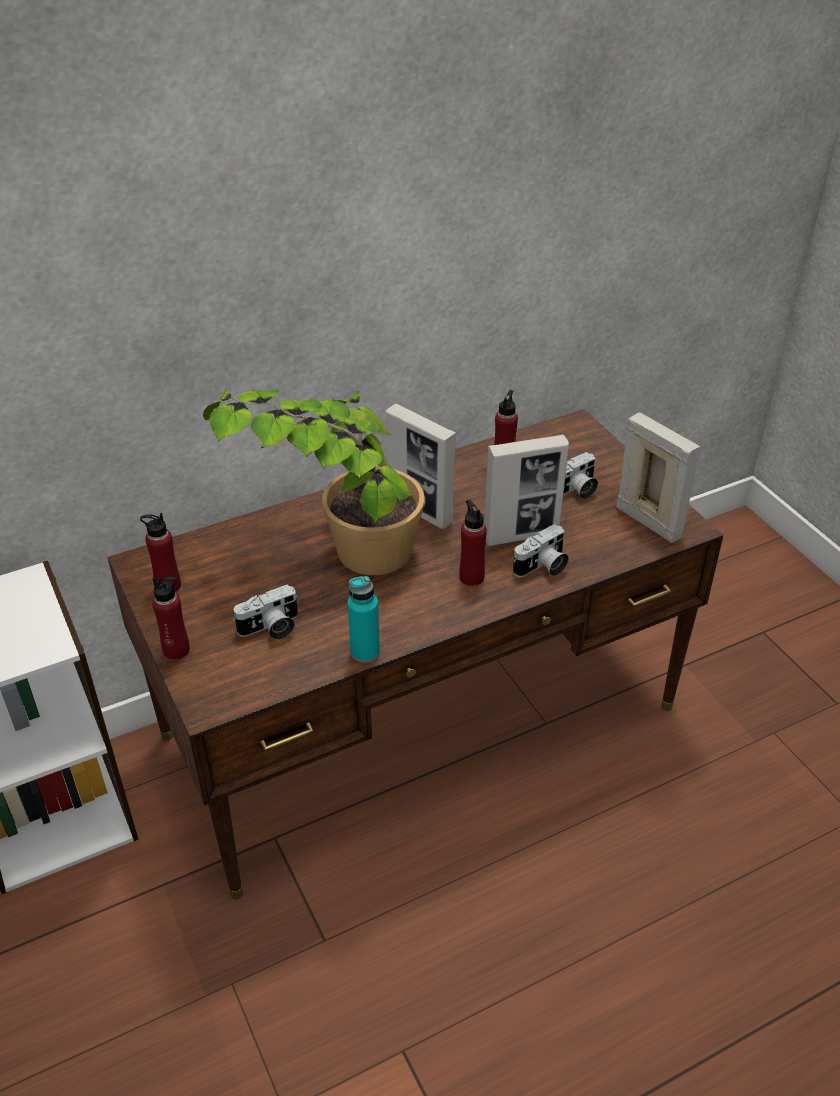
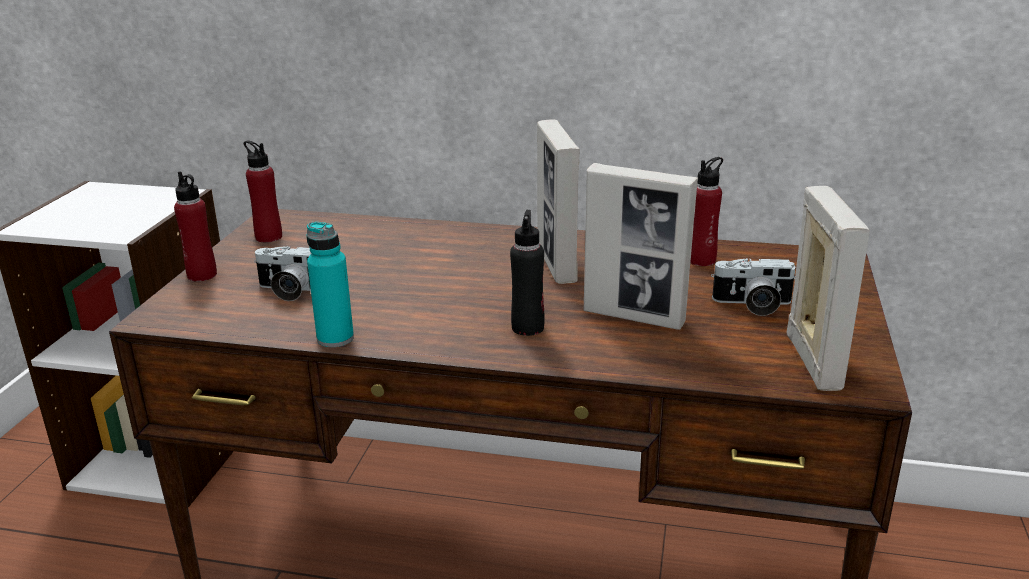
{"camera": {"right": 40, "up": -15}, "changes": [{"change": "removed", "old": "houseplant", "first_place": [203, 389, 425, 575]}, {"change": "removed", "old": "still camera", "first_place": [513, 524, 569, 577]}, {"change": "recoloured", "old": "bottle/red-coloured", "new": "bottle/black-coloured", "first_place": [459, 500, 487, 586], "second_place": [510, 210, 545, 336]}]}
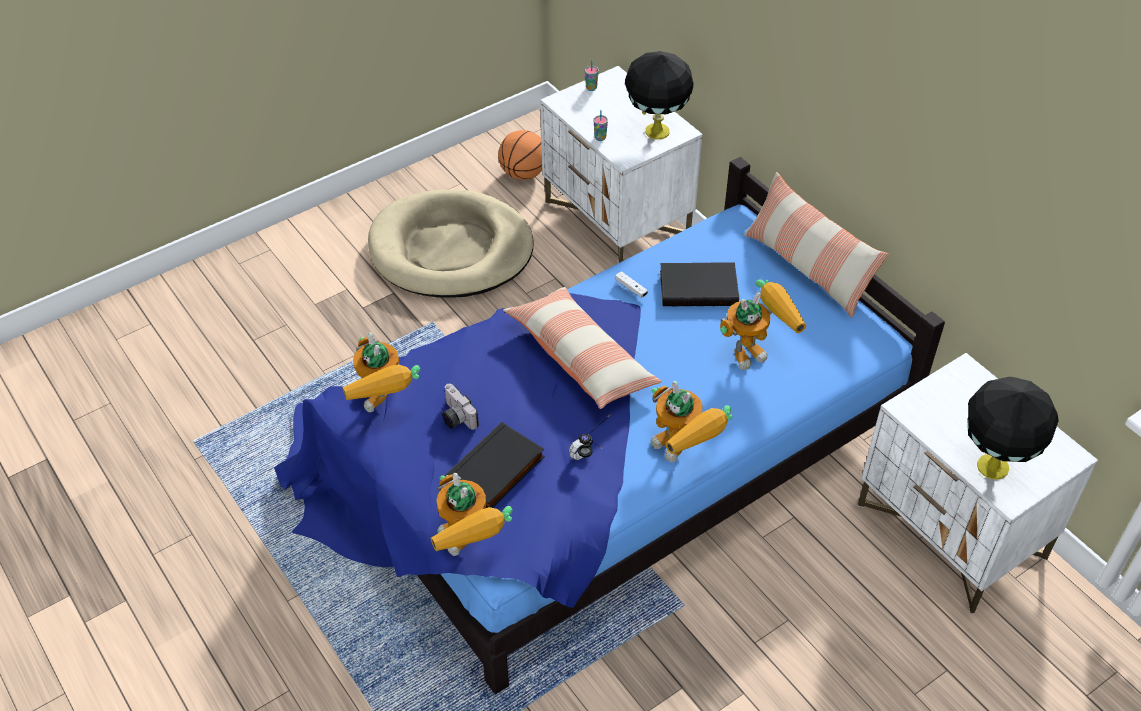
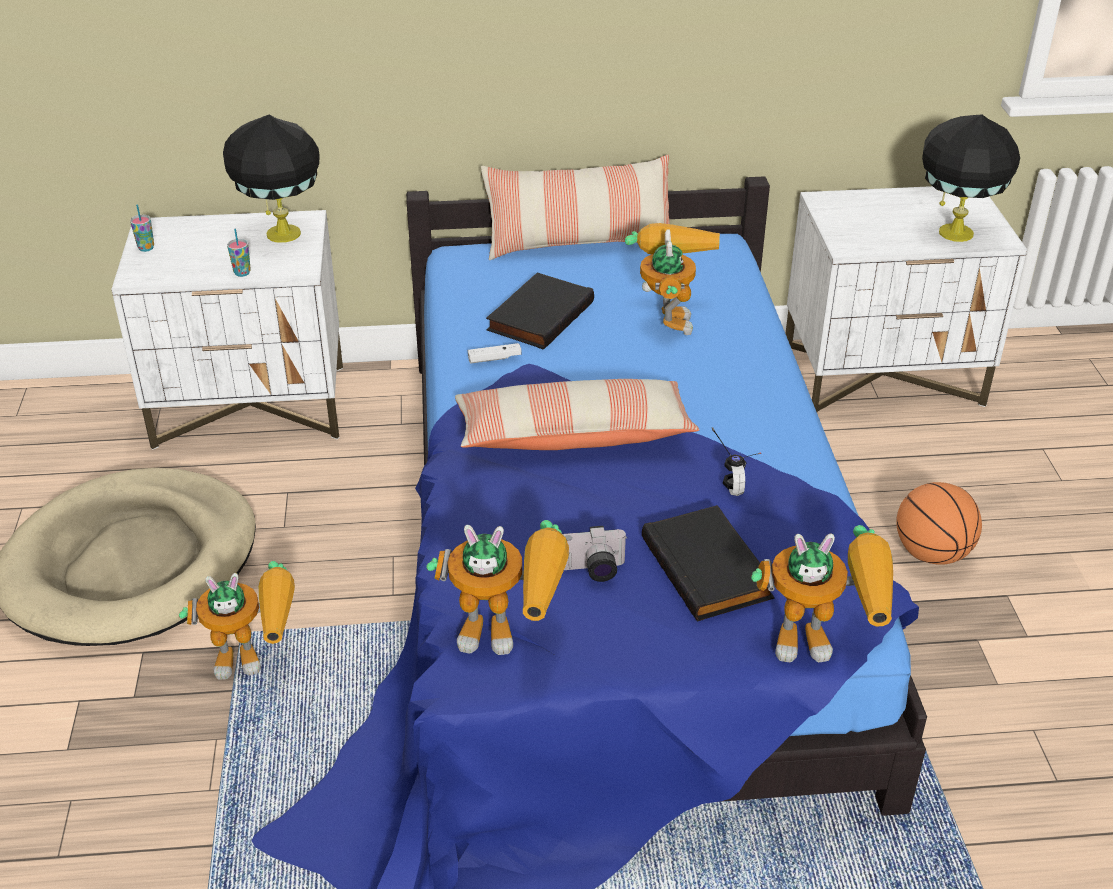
{"camera": {"right": -60, "up": -10}, "changes": [{"change": "moved", "old": "ball for basketball", "first_place": [498, 130, 542, 180], "second_place": [896, 482, 982, 565]}, {"change": "moved", "old": "robot figure", "first_place": [651, 381, 733, 462], "second_place": [179, 561, 295, 680]}]}
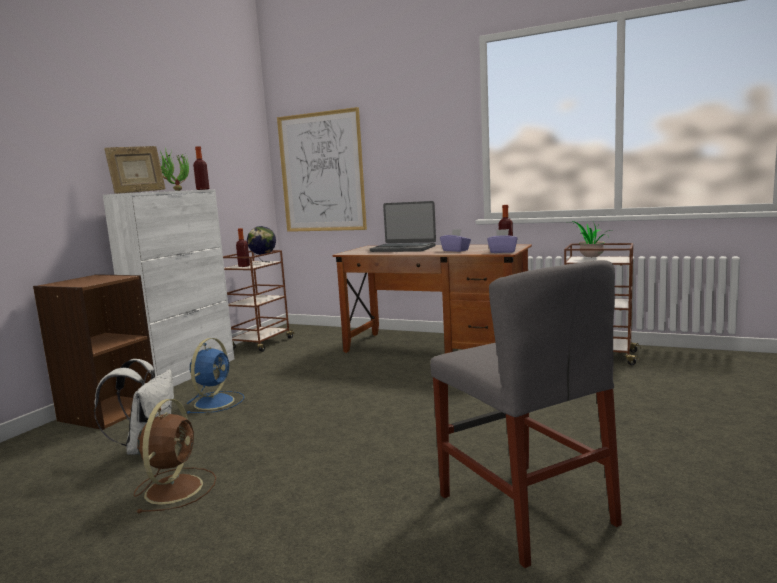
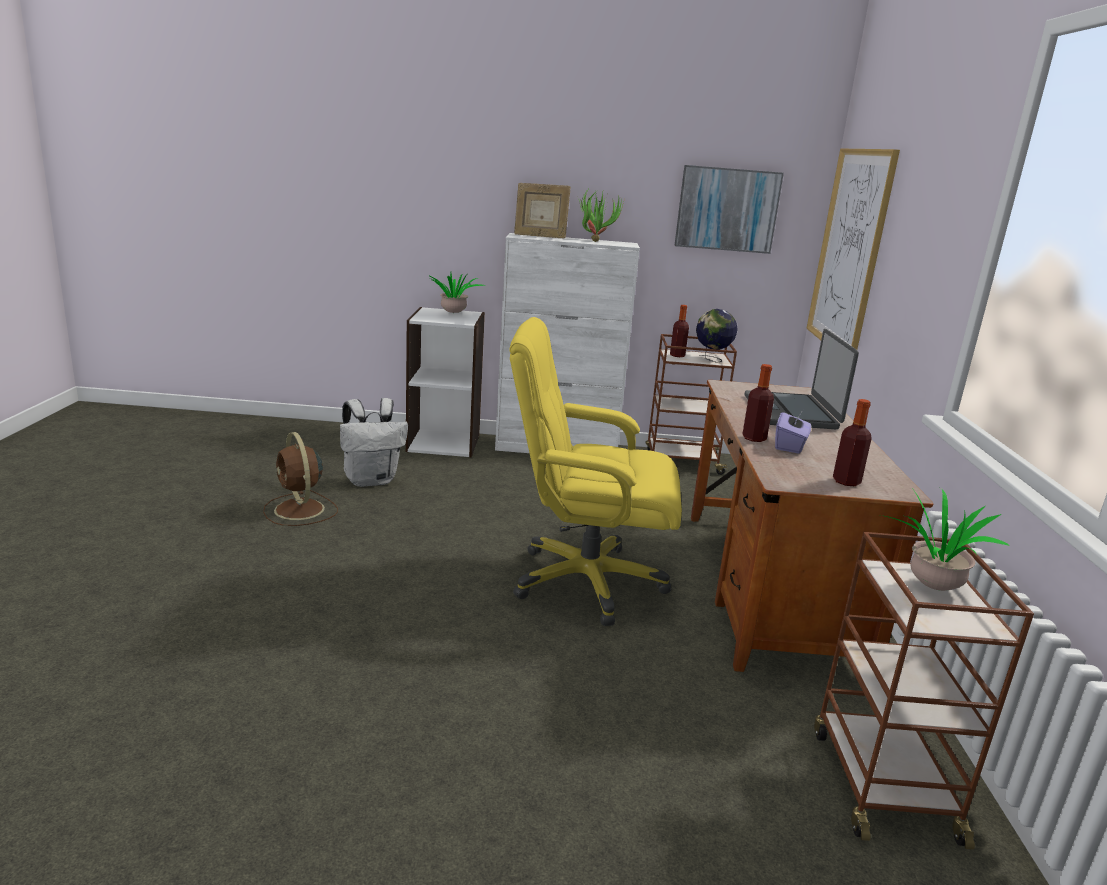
{"camera": {"right": 65, "up": 10}, "changes": [{"change": "removed", "old": "cooling fan/bluish", "first_place": [186, 338, 244, 414]}, {"change": "removed", "old": "plain chair/gray", "first_place": [430, 260, 622, 568]}, {"change": "removed", "old": "tissue holder/purple", "first_place": [487, 229, 517, 253]}, {"change": "added", "new": "houseplant", "second_place": [428, 273, 484, 314]}, {"change": "added", "new": "office chair/yellow-coloured", "second_place": [509, 317, 682, 626]}, {"change": "added", "new": "wall art", "second_place": [674, 165, 784, 254]}, {"change": "moved", "old": "bottle", "first_place": [193, 146, 209, 190], "second_place": [742, 364, 774, 442]}, {"change": "recoloured", "old": "bookshelf/brownish", "new": "bookshelf/white", "first_place": [33, 274, 154, 430], "second_place": [406, 307, 485, 457]}, {"change": "turned", "old": "cooling fan/brownish", "first_place": [134, 399, 216, 513], "second_place": [263, 432, 338, 526], "degrees": 75}]}
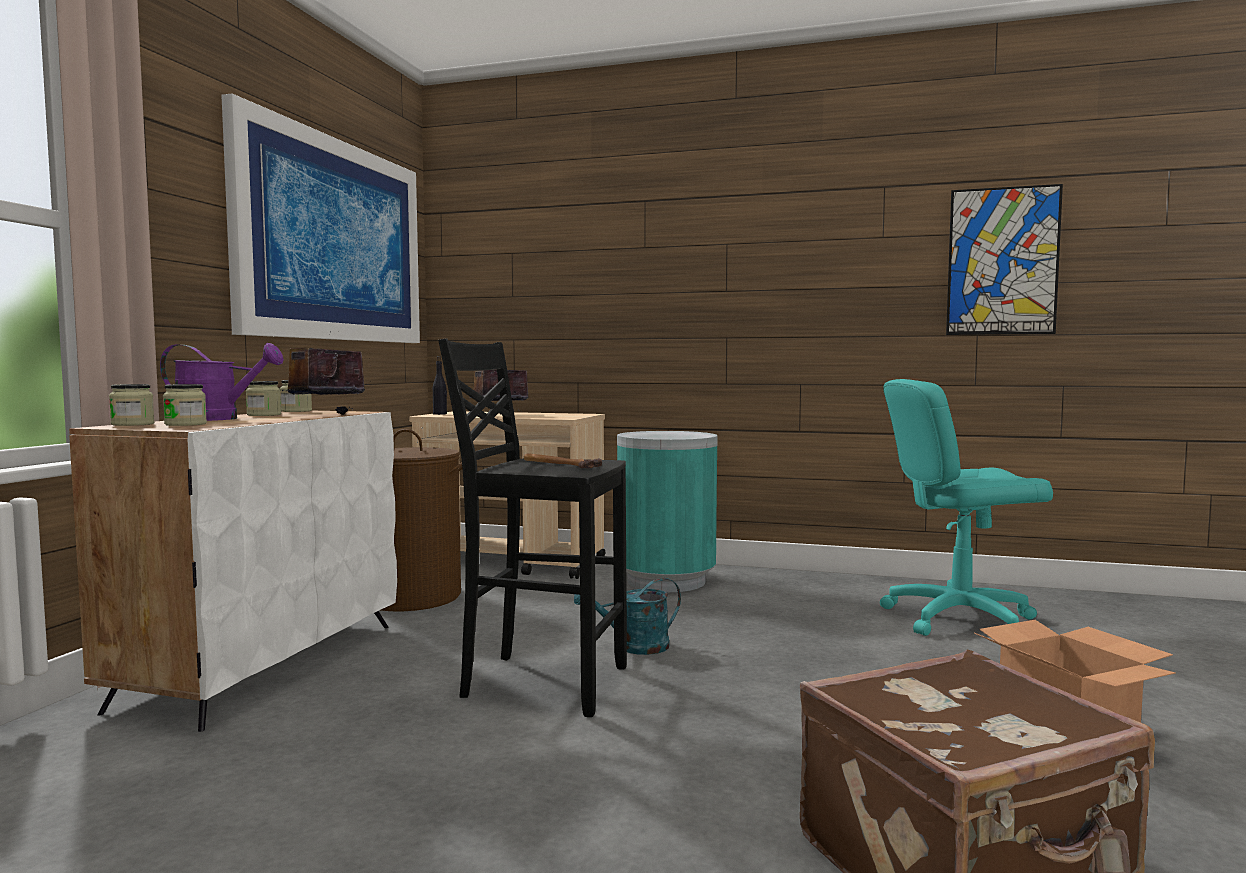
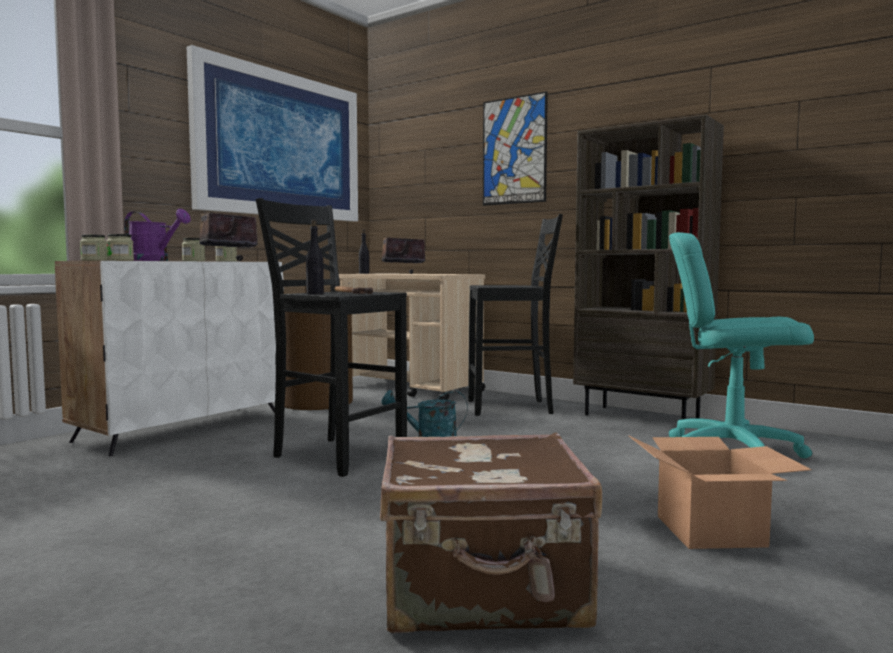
{"camera": {"right": 20, "up": 0}, "changes": [{"change": "added", "new": "bottle/black-coloured", "second_place": [306, 220, 324, 295]}, {"change": "added", "new": "bookshelf/brownish", "second_place": [573, 115, 724, 429]}, {"change": "moved", "old": "wall art", "first_place": [946, 184, 1063, 335], "second_place": [483, 91, 548, 206]}, {"change": "replaced", "old": "rubbish bin/blue-green", "new": "stool seat/black-coloured", "first_place": [617, 431, 718, 592], "second_place": [468, 214, 563, 416]}]}
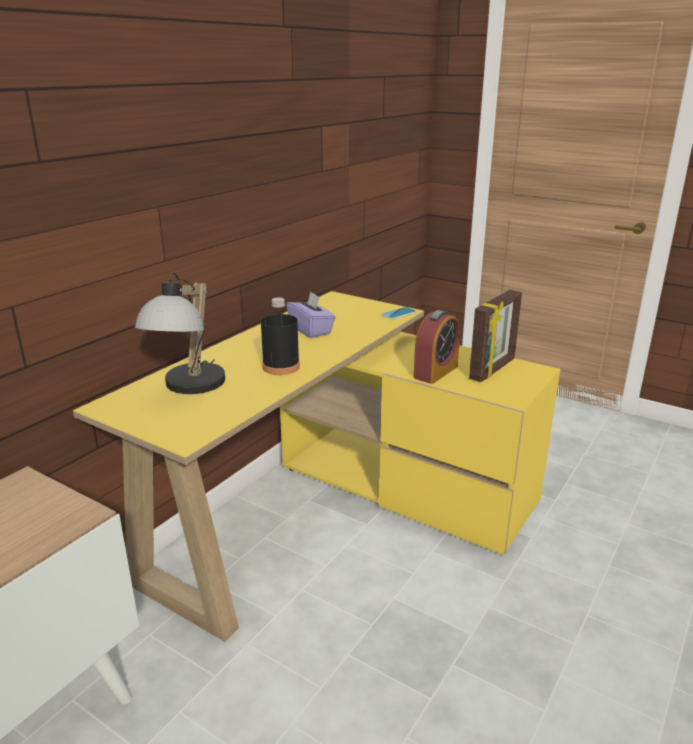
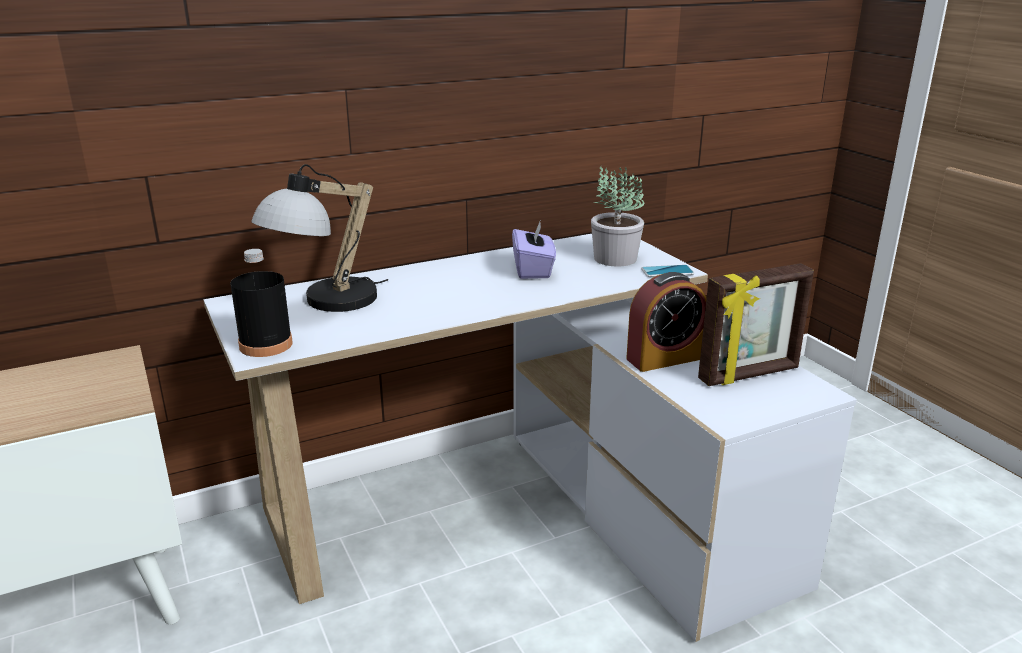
{"camera": {"right": 30, "up": 0}, "changes": [{"change": "added", "new": "houseplant", "second_place": [591, 166, 645, 267]}, {"change": "moved", "old": "bottle/black-coloured", "first_place": [261, 298, 300, 375], "second_place": [230, 249, 293, 357]}, {"change": "recoloured", "old": "desk unit/yellow-coloured", "new": "desk unit/white", "first_place": [73, 291, 561, 642], "second_place": [204, 234, 857, 642]}]}
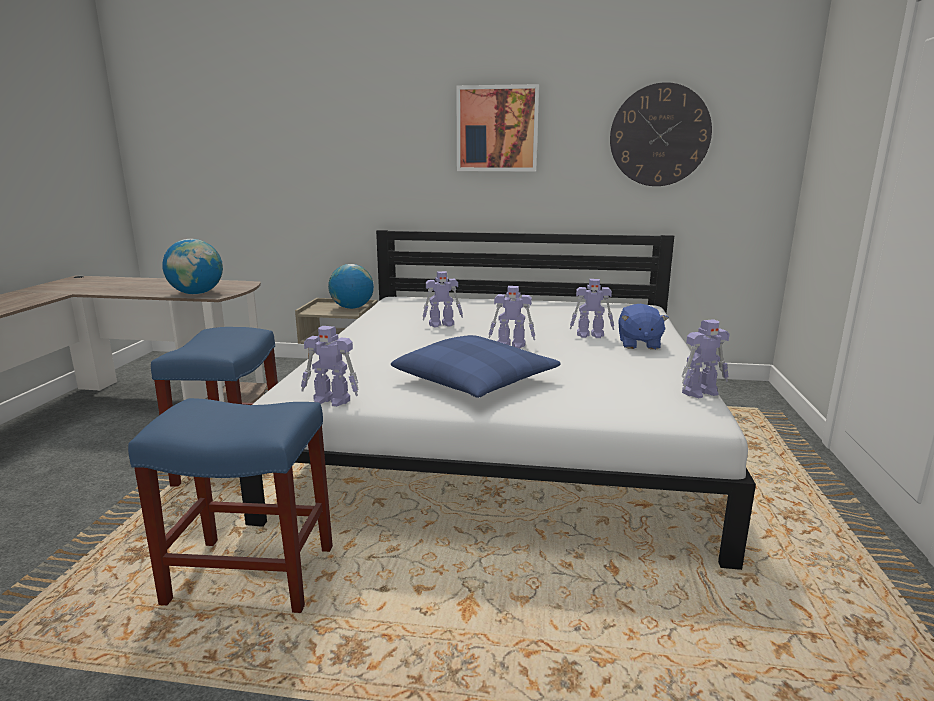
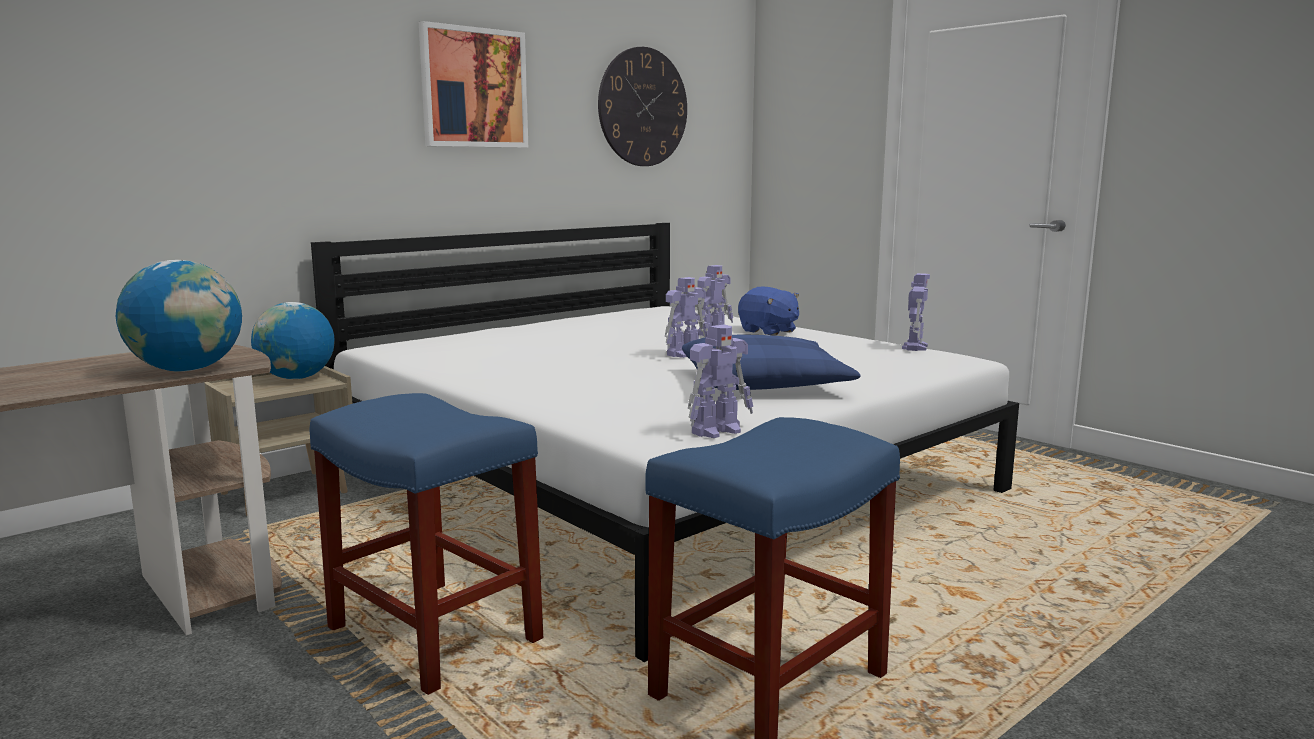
{"camera": {"right": -50, "up": -5}, "changes": [{"change": "removed", "old": "robot figure", "first_place": [423, 271, 463, 327]}]}
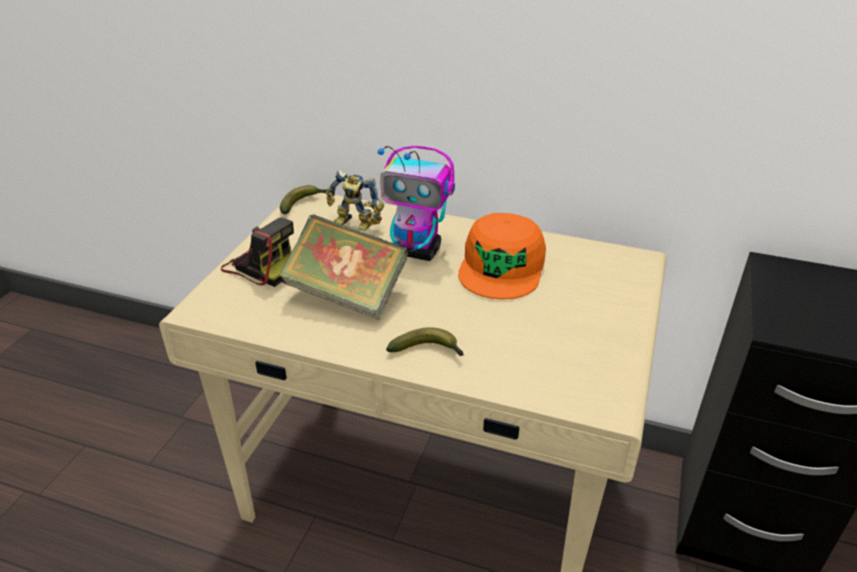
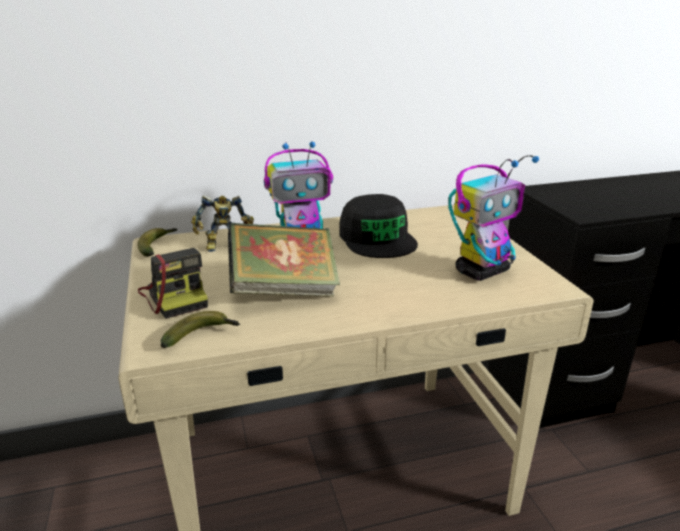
{"camera": {"right": -35, "up": -10}, "changes": [{"change": "added", "new": "robot figure", "second_place": [449, 155, 539, 281]}, {"change": "moved", "old": "whole banana", "first_place": [386, 327, 464, 356], "second_place": [161, 311, 240, 348]}, {"change": "recoloured", "old": "cap/orange", "new": "cap/black-coloured", "first_place": [458, 213, 546, 299], "second_place": [339, 194, 418, 258]}, {"change": "turned", "old": "still camera", "first_place": [221, 218, 294, 287], "second_place": [138, 248, 208, 319], "degrees": 60}]}
